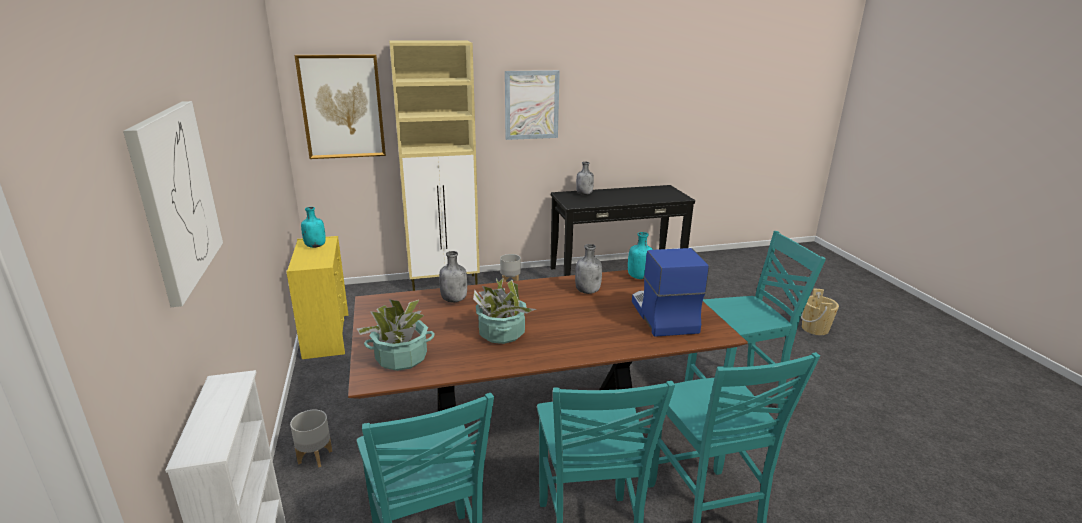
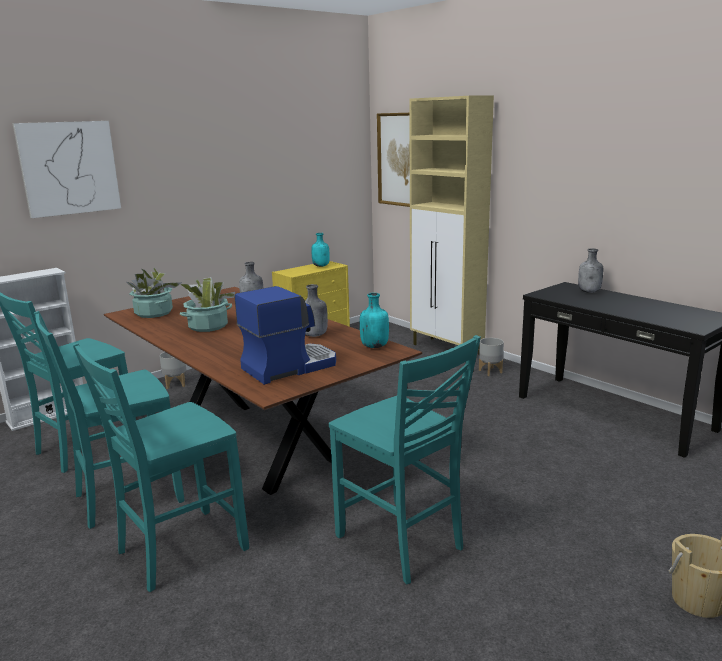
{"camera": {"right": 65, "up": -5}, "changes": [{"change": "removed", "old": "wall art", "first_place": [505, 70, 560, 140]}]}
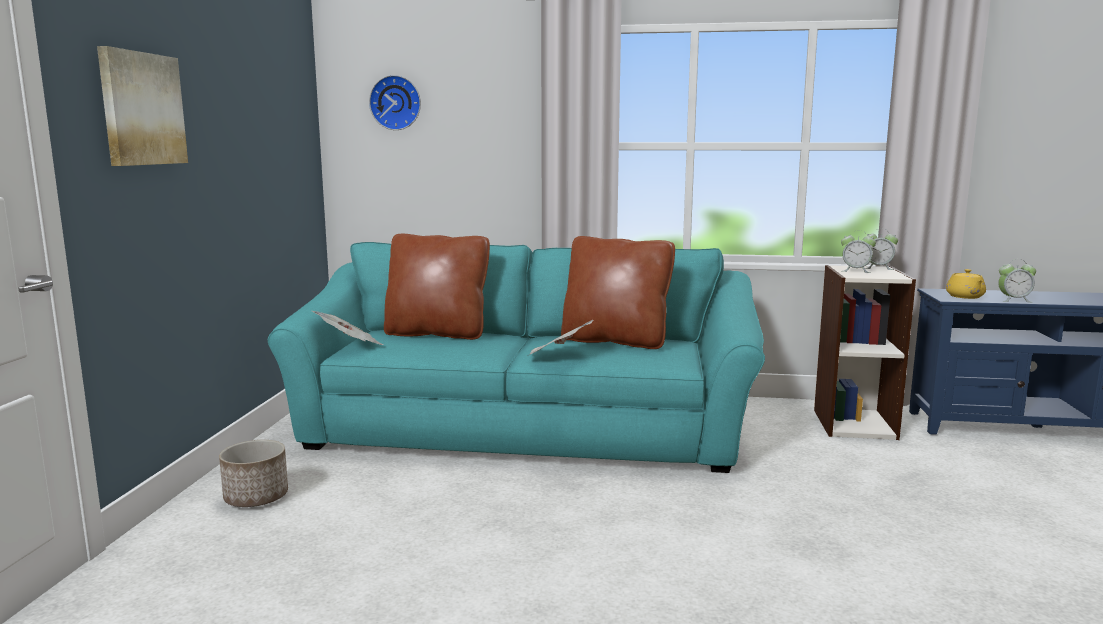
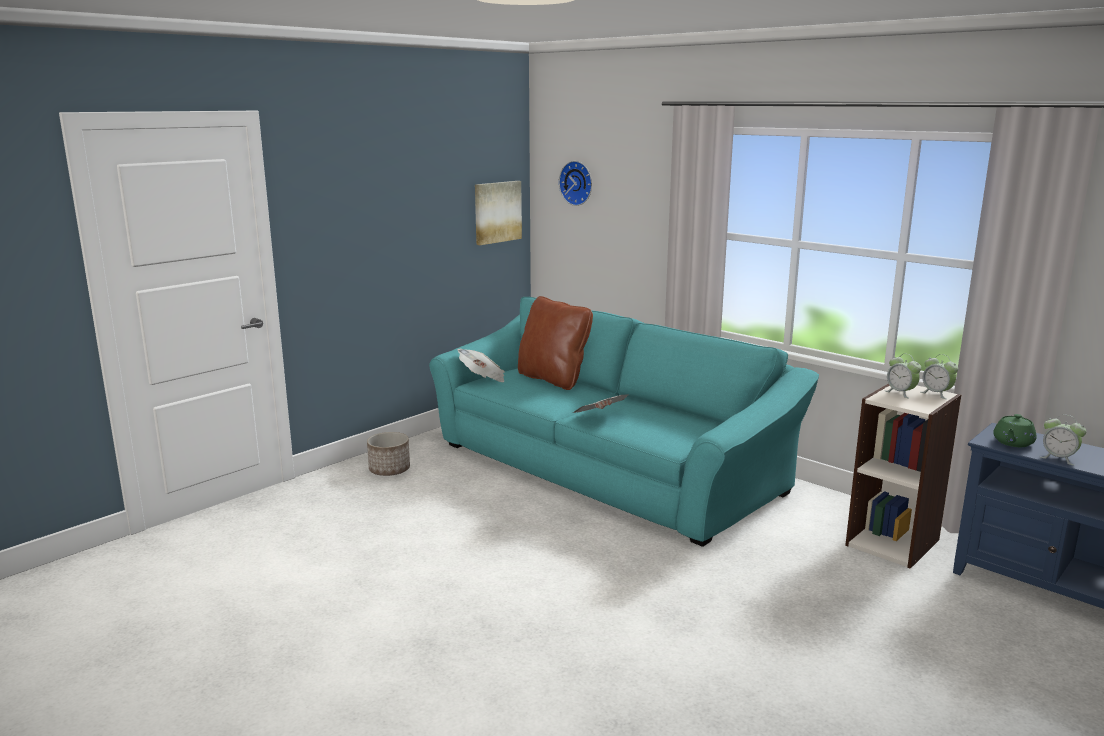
{"camera": {"right": 35, "up": 5}, "changes": [{"change": "removed", "old": "pillow/brownish", "first_place": [561, 236, 675, 349]}, {"change": "moved", "old": "wall art", "first_place": [97, 46, 188, 166], "second_place": [475, 181, 522, 245]}, {"change": "recoloured", "old": "tea pot/yellow-coloured", "new": "tea pot/green-coloured", "first_place": [946, 269, 986, 299], "second_place": [993, 414, 1037, 447]}]}
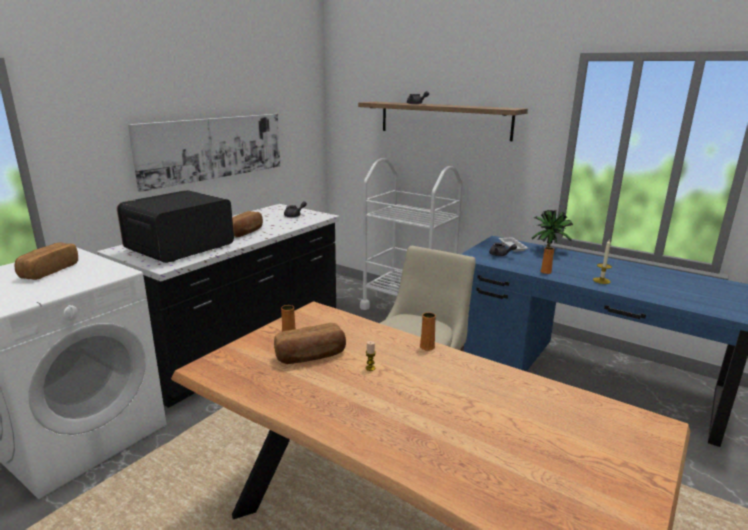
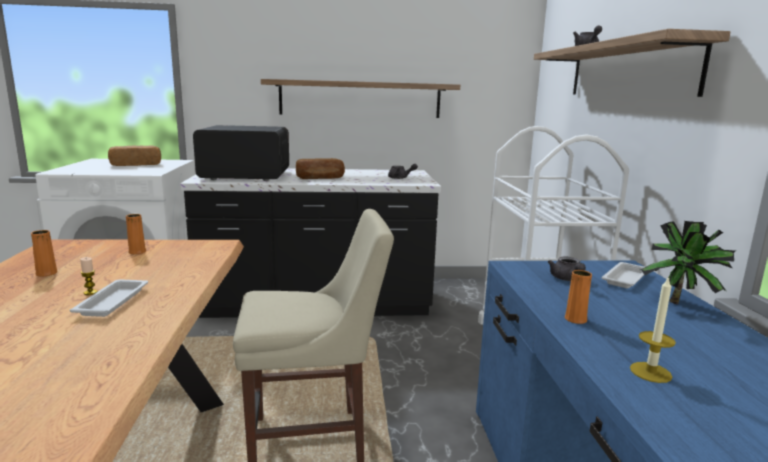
{"camera": {"right": 50, "up": -5}, "changes": [{"change": "removed", "old": "baked bread", "first_place": [274, 323, 346, 364]}, {"change": "added", "new": "tray/white", "second_place": [70, 280, 148, 317]}, {"change": "moved", "old": "vase/orange", "first_place": [420, 312, 436, 351], "second_place": [31, 230, 58, 277]}, {"change": "replaced", "old": "wall art", "new": "wall shelf", "first_place": [128, 114, 280, 192], "second_place": [261, 79, 460, 118]}]}
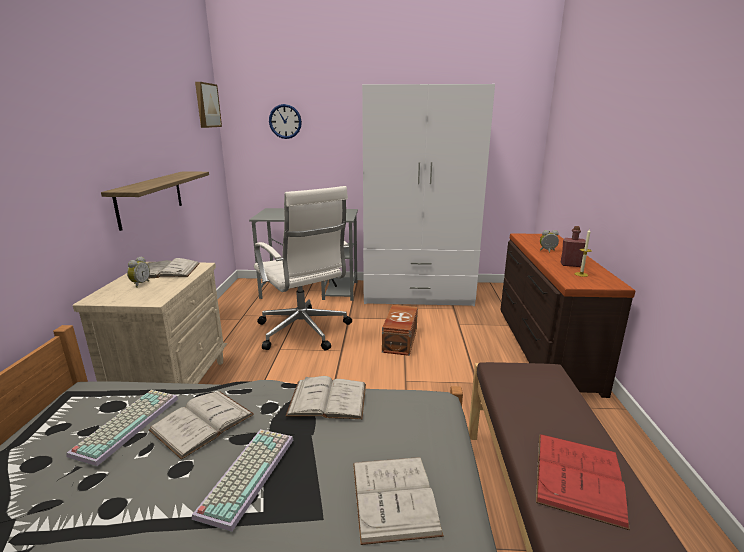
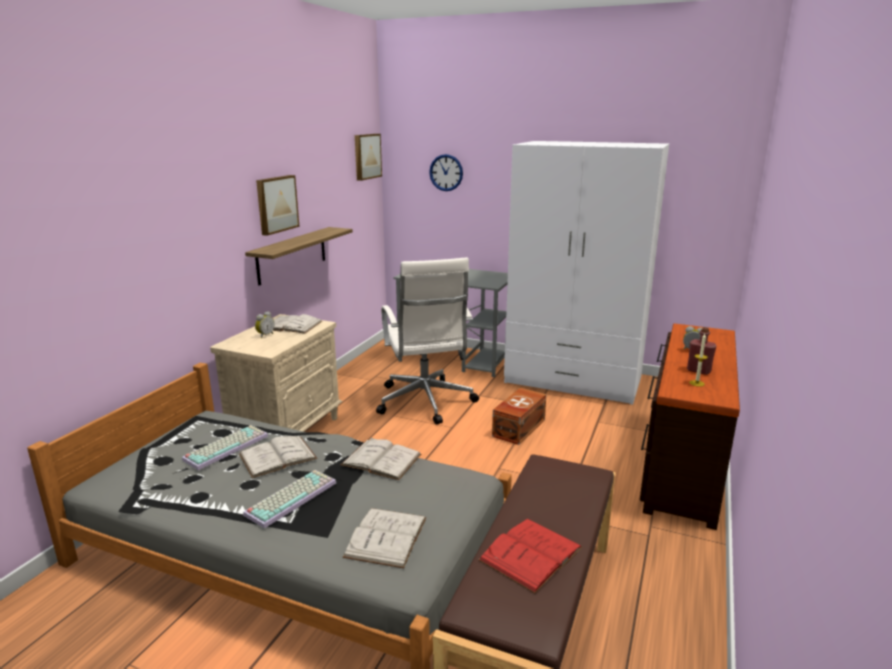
{"camera": {"right": 20, "up": 0}, "changes": [{"change": "added", "new": "wall art", "second_place": [256, 175, 299, 236]}]}
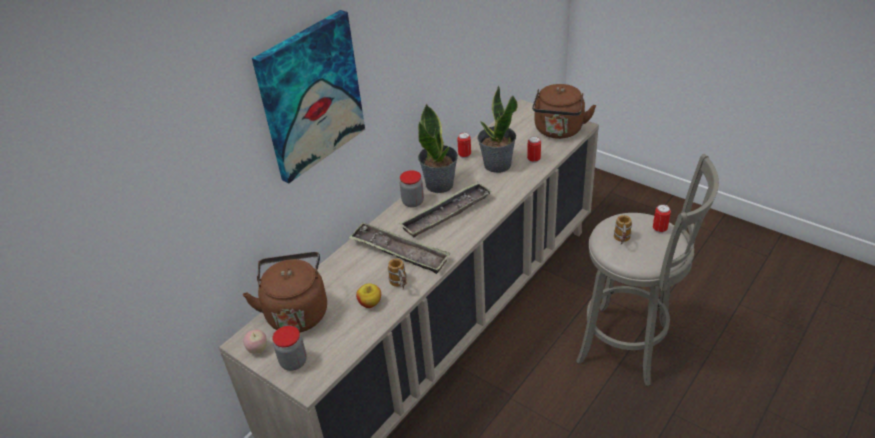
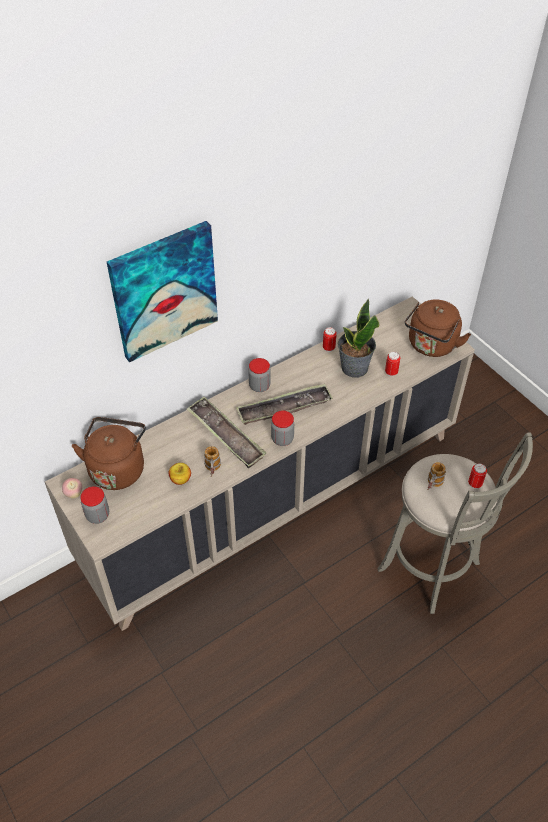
{"camera": {"right": 15, "up": 10}, "changes": [{"change": "removed", "old": "houseplant", "first_place": [418, 104, 458, 193]}, {"change": "added", "new": "preserve jar", "second_place": [271, 410, 294, 446]}]}
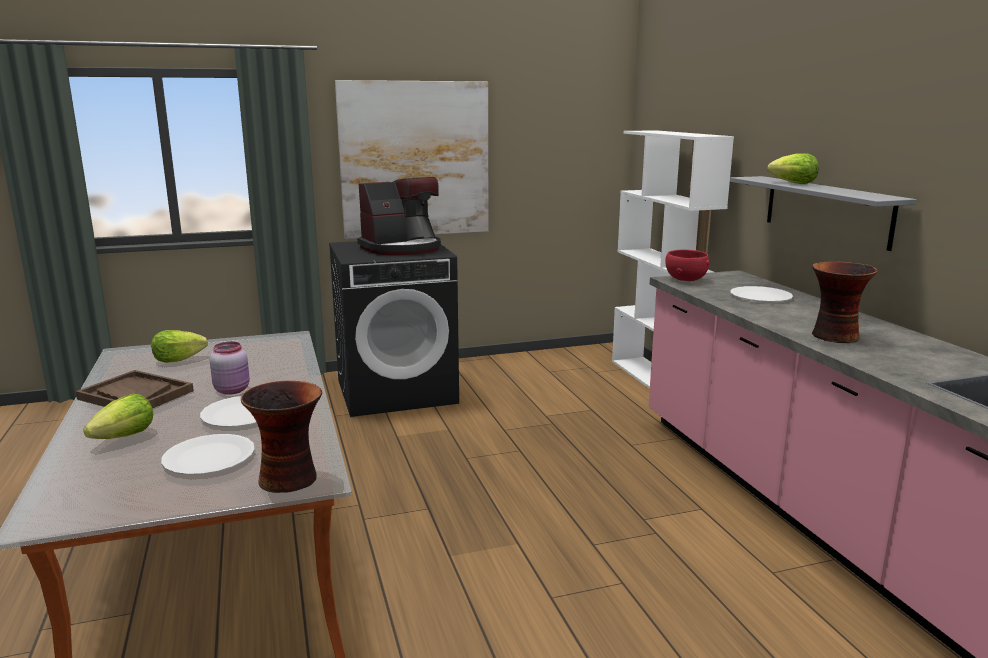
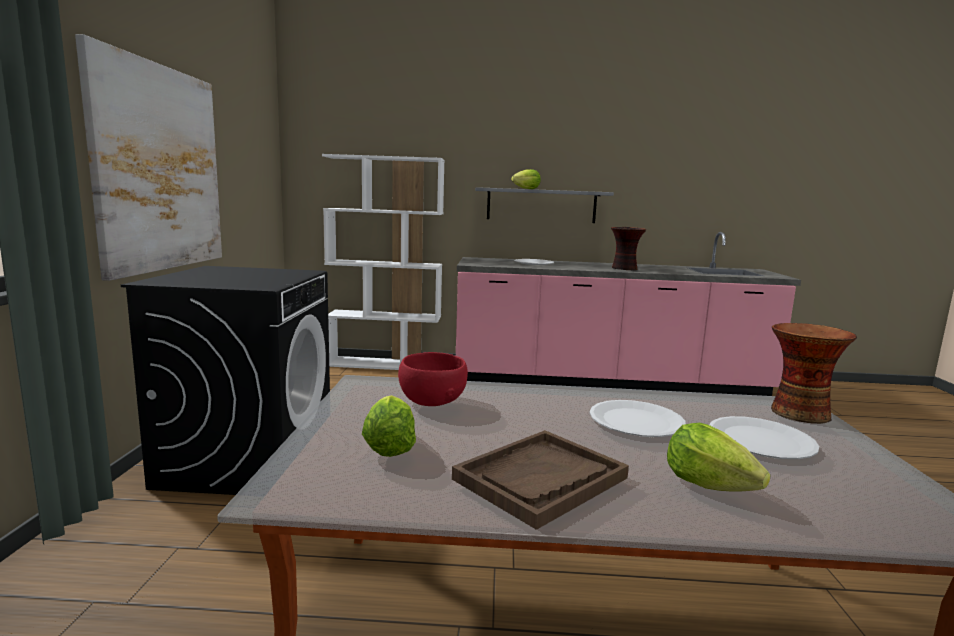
{"camera": {"right": -70, "up": -5}, "changes": [{"change": "removed", "old": "preserve jar/pink", "first_place": [210, 342, 250, 395]}, {"change": "removed", "old": "coffee brewer", "first_place": [357, 177, 441, 255]}, {"change": "moved", "old": "serving bowl/red-coloured", "first_place": [665, 250, 710, 281], "second_place": [398, 352, 468, 406]}]}
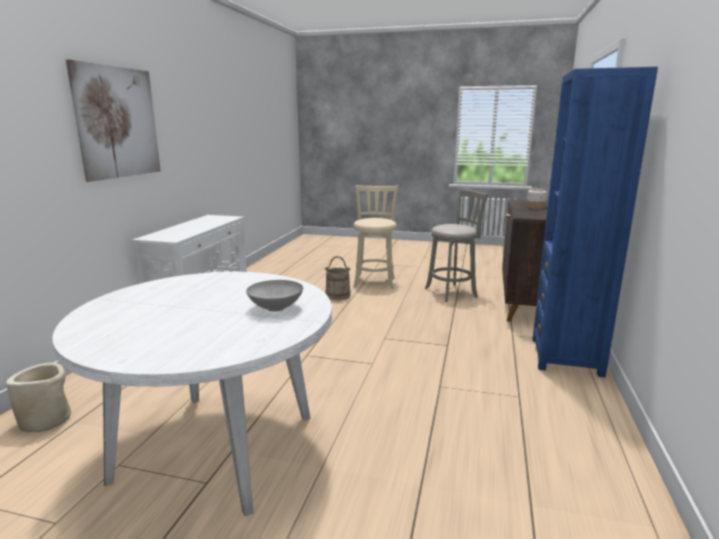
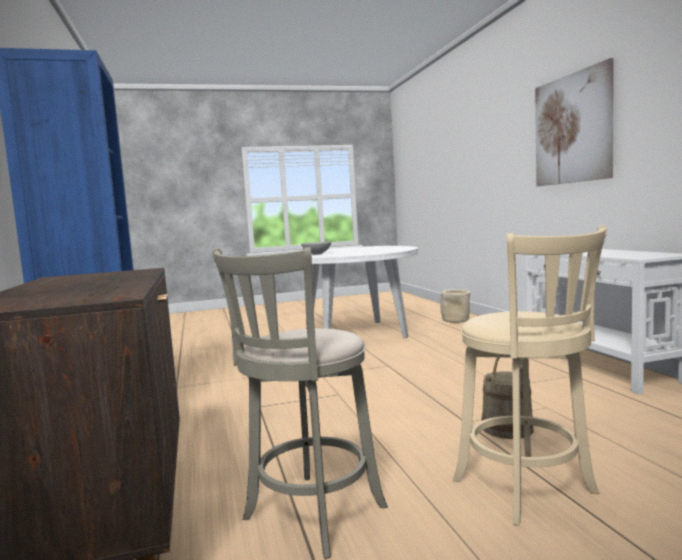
{"camera": {"right": 150, "up": -10}, "changes": [{"change": "removed", "old": "preserve jar", "first_place": [526, 188, 547, 209]}]}
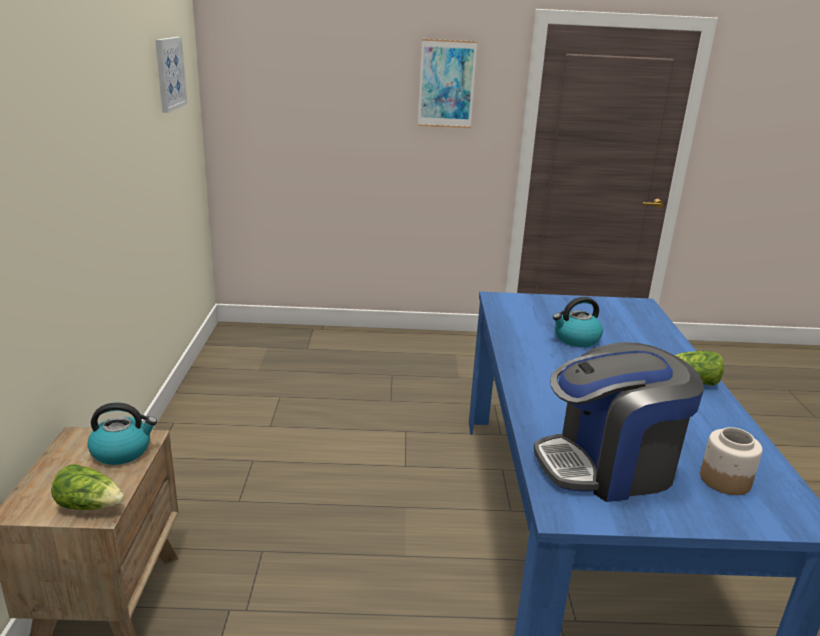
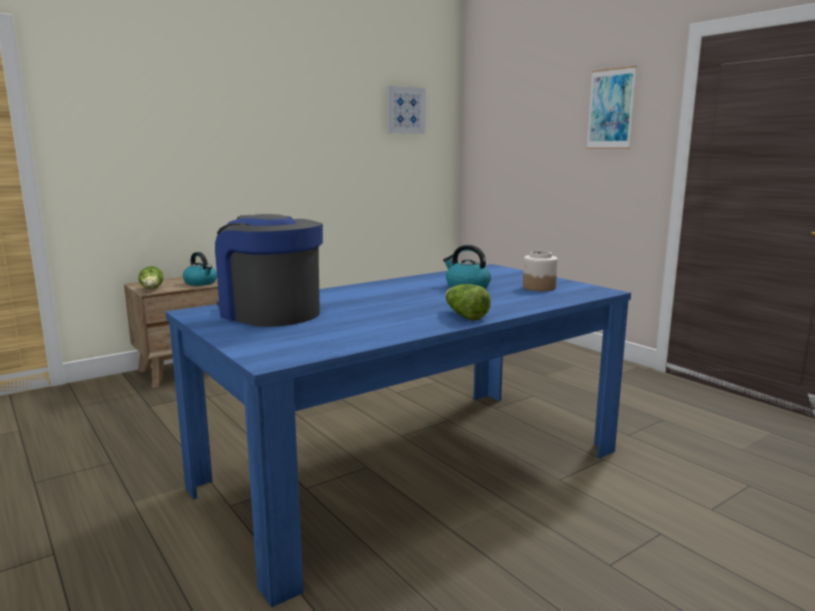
{"camera": {"right": 55, "up": -10}, "changes": [{"change": "moved", "old": "preserve jar", "first_place": [700, 427, 762, 495], "second_place": [523, 251, 558, 291]}]}
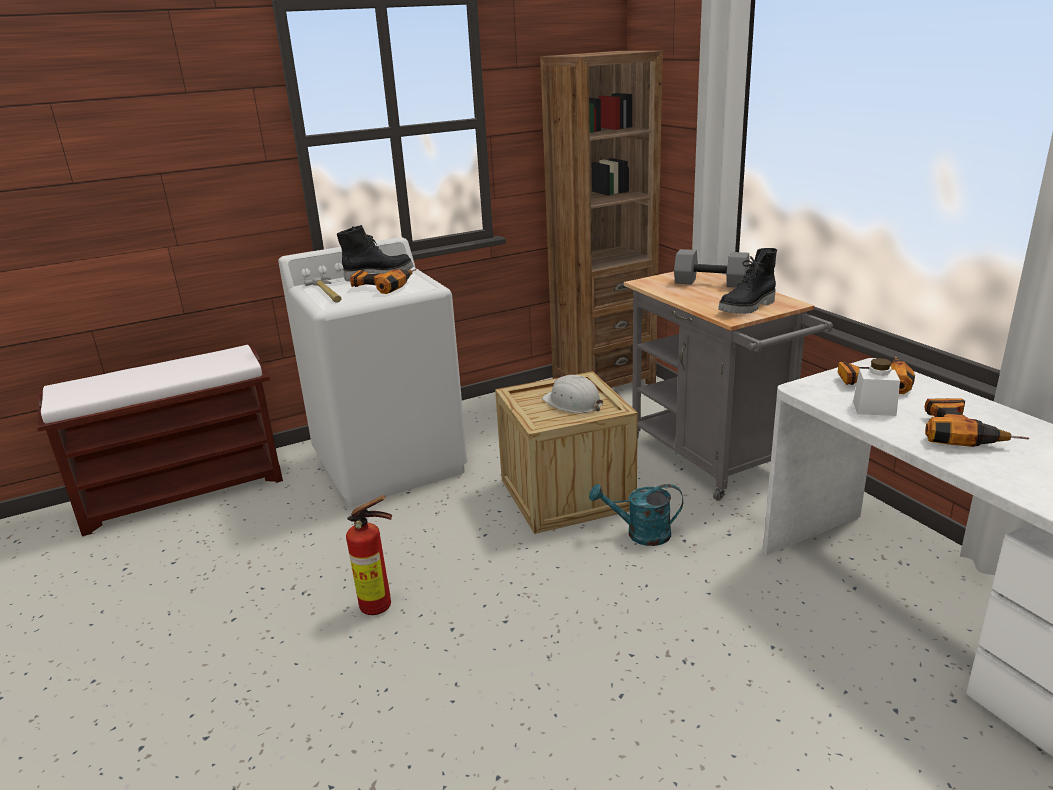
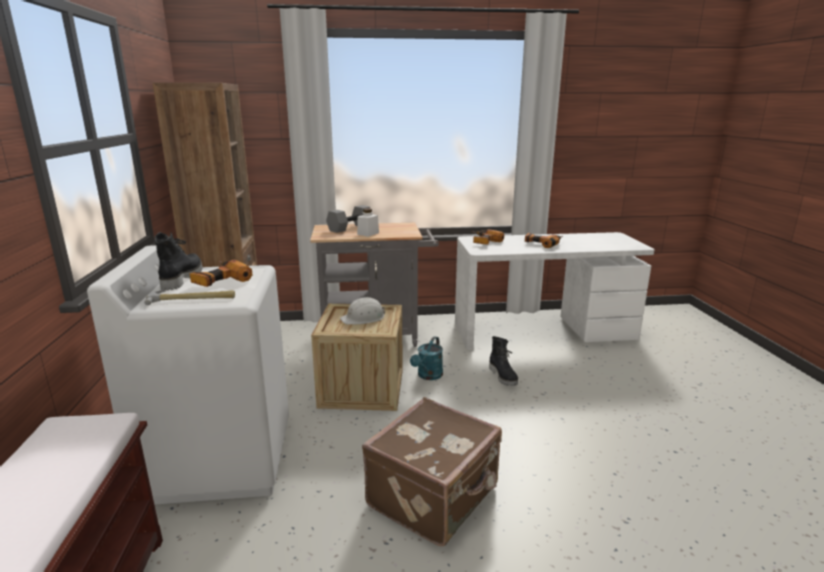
{"camera": {"right": -70, "up": -5}, "changes": [{"change": "moved", "old": "tall boot/black-coloured", "first_place": [718, 248, 777, 314], "second_place": [489, 336, 518, 386]}, {"change": "moved", "old": "preserve jar/white", "first_place": [853, 358, 900, 416], "second_place": [357, 208, 379, 237]}, {"change": "replaced", "old": "extinguisher", "new": "travel case/brownish", "first_place": [346, 495, 392, 615], "second_place": [362, 397, 502, 546]}]}
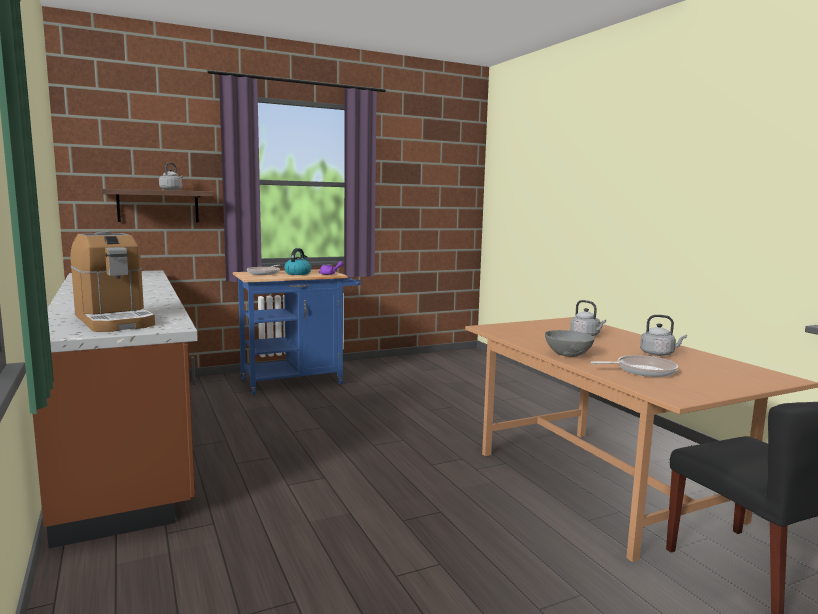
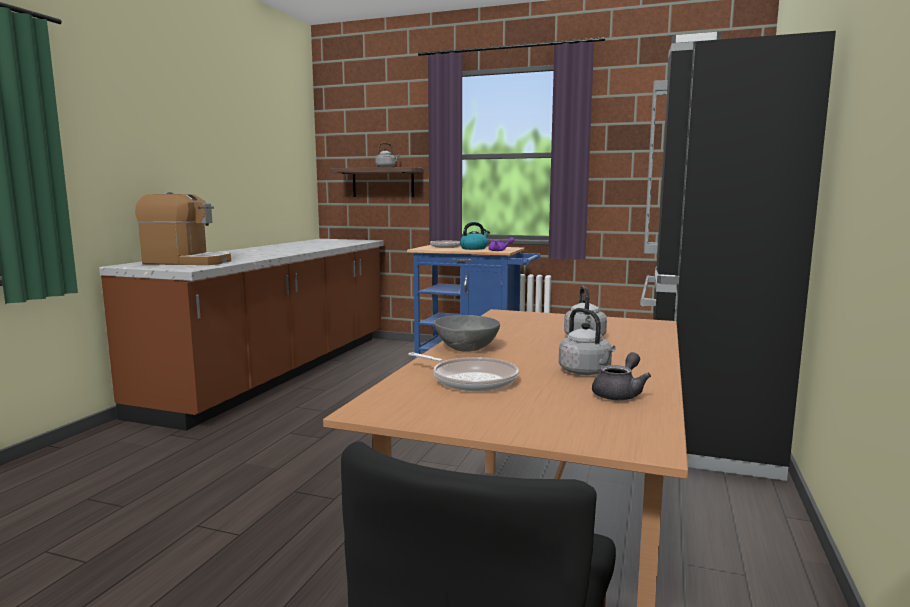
{"camera": {"right": 45, "up": 0}, "changes": [{"change": "added", "new": "tea pot/gray", "second_place": [592, 352, 651, 400]}, {"change": "added", "new": "kitchen fridge/black-coloured", "second_place": [640, 31, 836, 481]}, {"change": "turned", "old": "coffee brewer", "first_place": [70, 232, 155, 332], "second_place": [135, 192, 231, 265], "degrees": -90}]}
